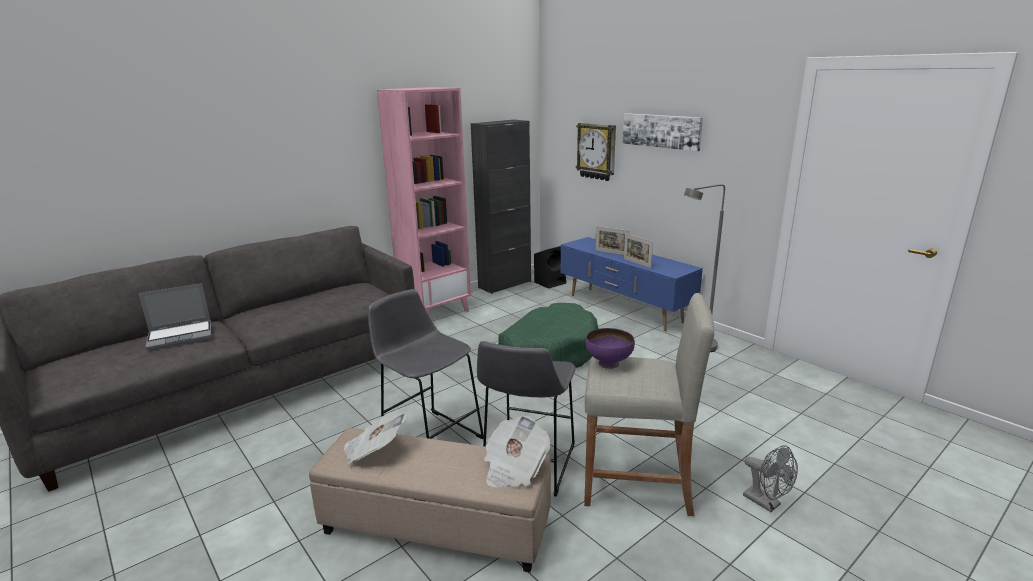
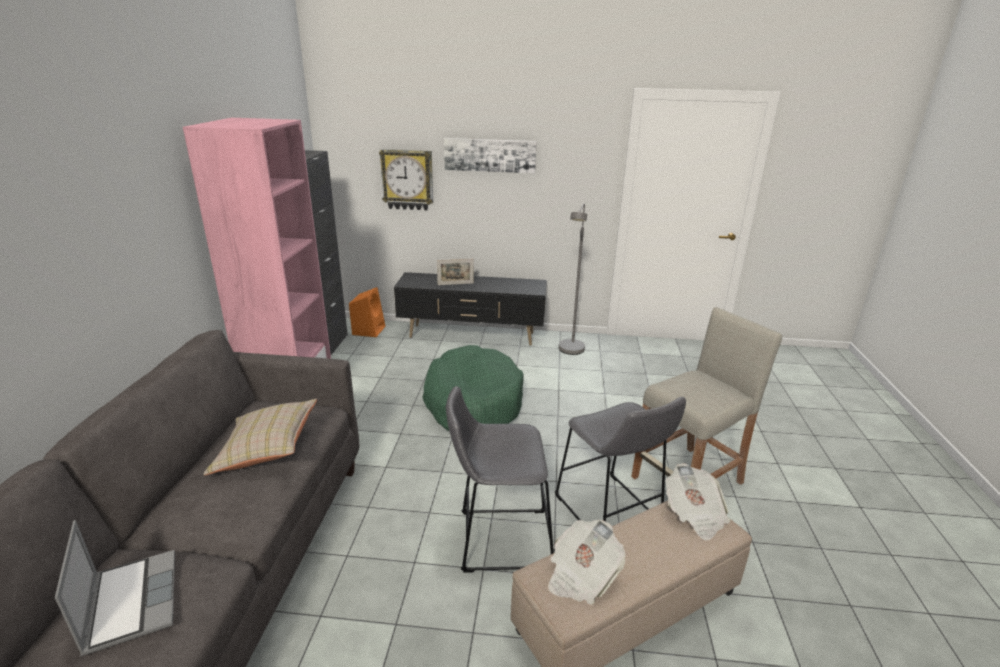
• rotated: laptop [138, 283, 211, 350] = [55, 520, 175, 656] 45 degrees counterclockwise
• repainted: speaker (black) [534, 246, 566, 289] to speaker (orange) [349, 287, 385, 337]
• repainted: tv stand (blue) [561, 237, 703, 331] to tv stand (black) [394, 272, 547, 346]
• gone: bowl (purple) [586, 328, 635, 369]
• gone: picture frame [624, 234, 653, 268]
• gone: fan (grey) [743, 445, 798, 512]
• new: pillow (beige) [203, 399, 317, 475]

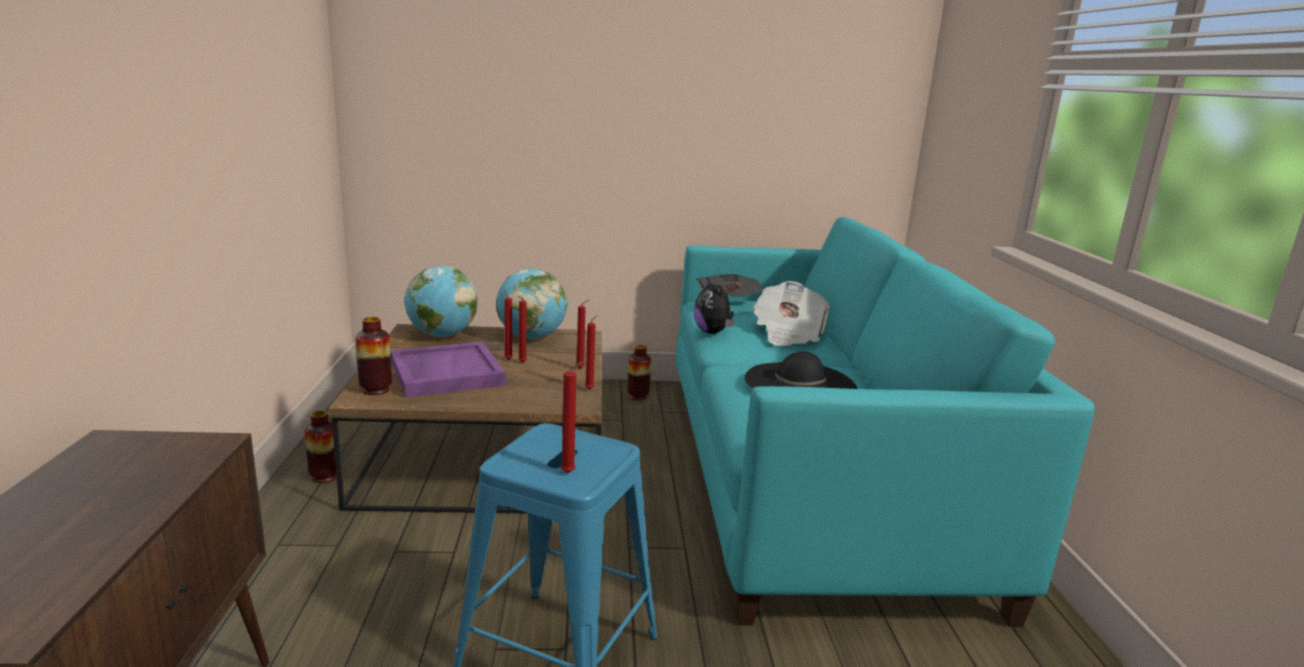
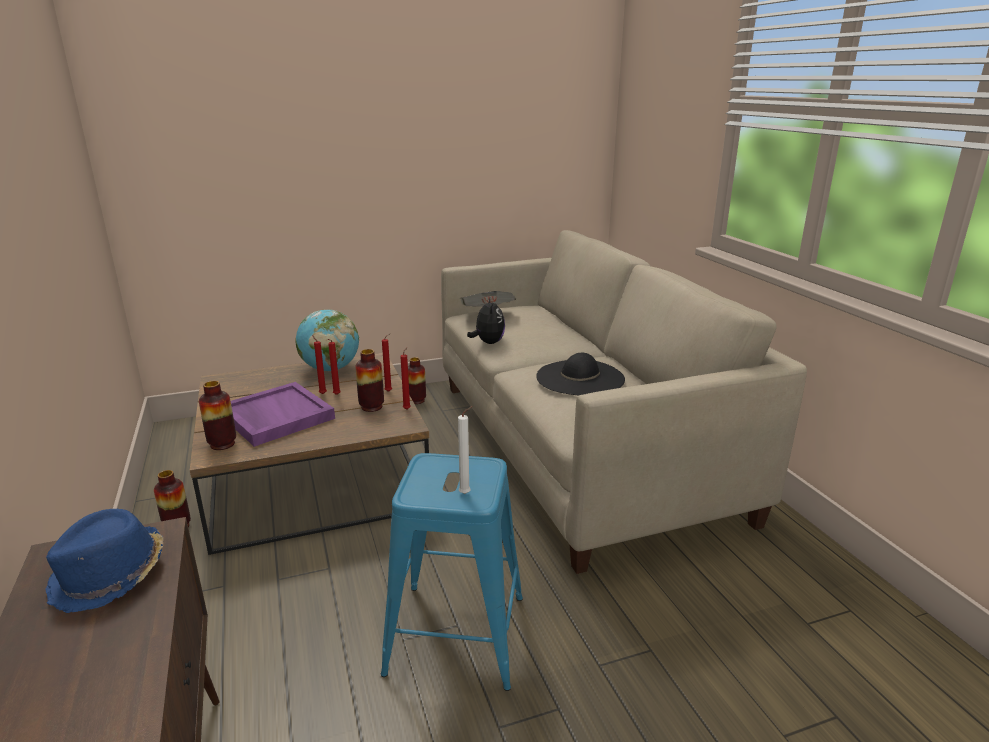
• gone: globe [405, 266, 478, 337]
• repainted: candle (red) [560, 362, 583, 473] to candle (white) [458, 406, 473, 494]
• repainted: sofa (turquoise) [675, 217, 1095, 627] to sofa (beige) [441, 230, 807, 574]
• rotated: plush toy [694, 277, 734, 334] = [467, 296, 505, 344] 150 degrees counterclockwise
• gone: newspaper [753, 281, 830, 346]
• new: hat (blue) [45, 509, 163, 613]
• new: vase [355, 349, 384, 412]

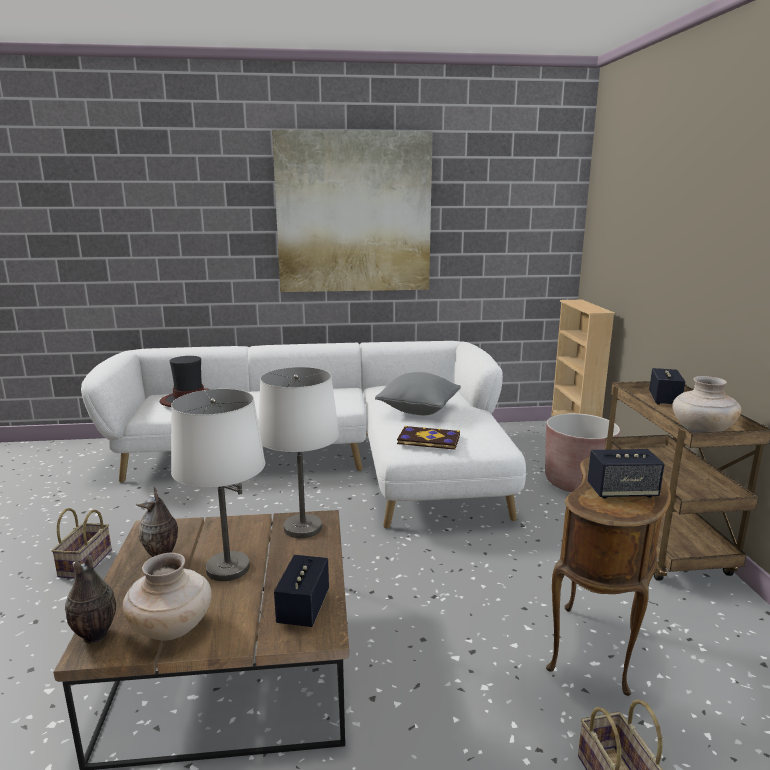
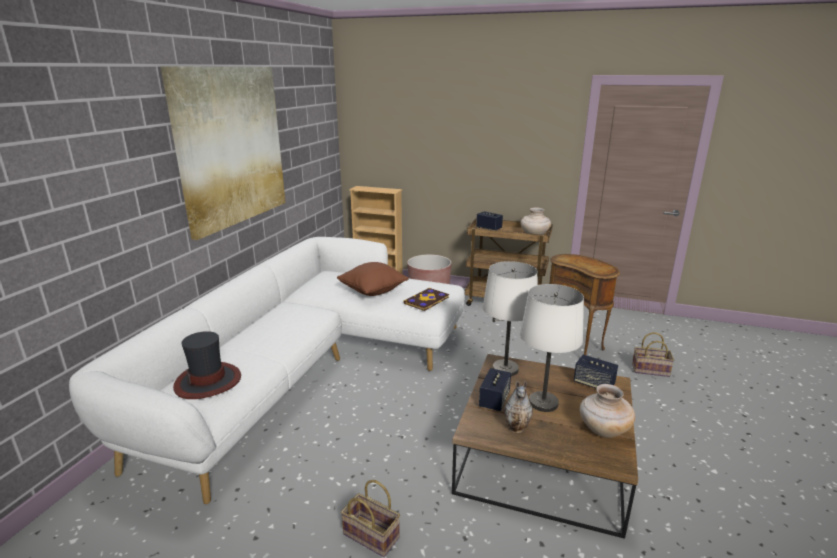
• gone: vase [65, 555, 116, 644]
• repainted: pillow (grey) [375, 372, 461, 415] to pillow (brown) [337, 262, 408, 296]
• shifted: speaker [587, 449, 664, 499] to [479, 368, 511, 411]

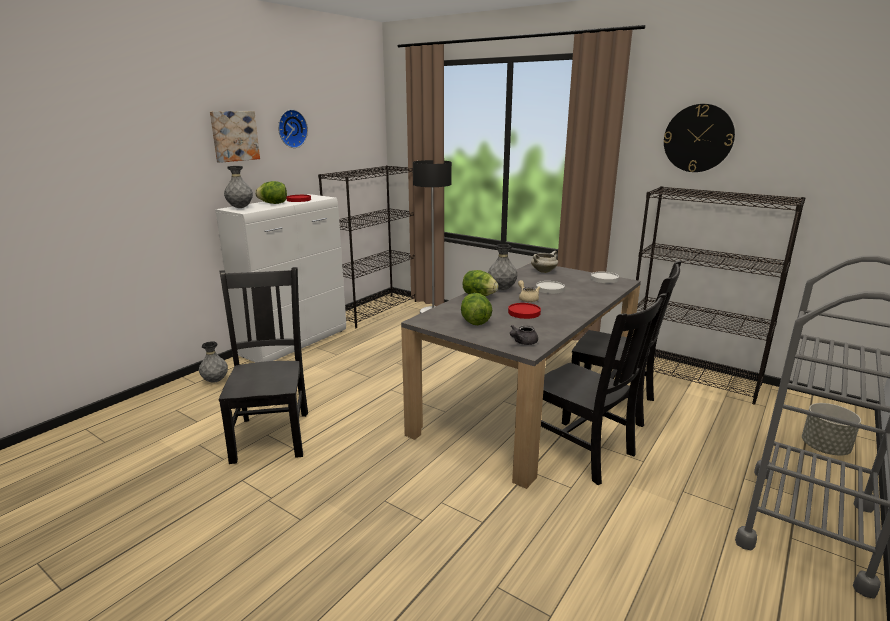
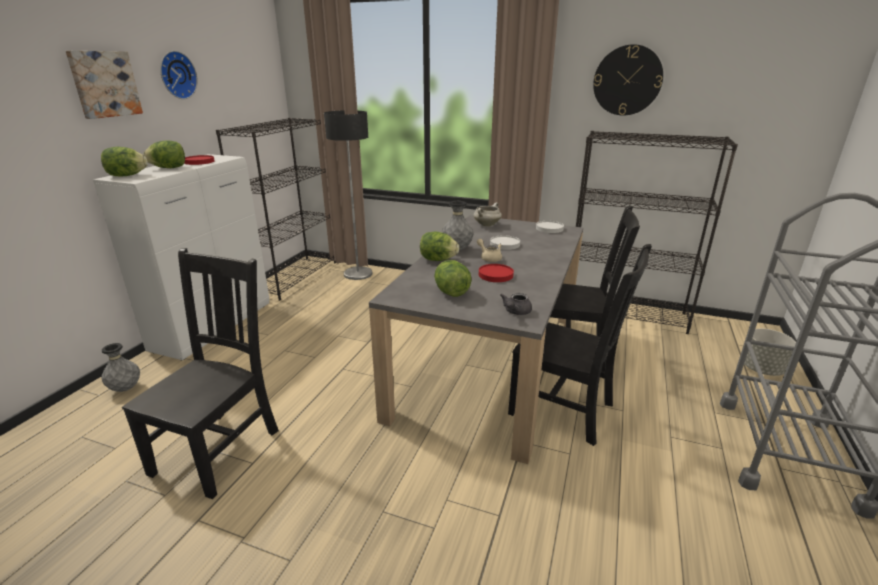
• rotated: chair (black) [219, 267, 308, 464] = [122, 248, 279, 499] 45 degrees clockwise
• swapped: vase (grey) [224, 166, 253, 208] to lettuce [101, 147, 148, 177]

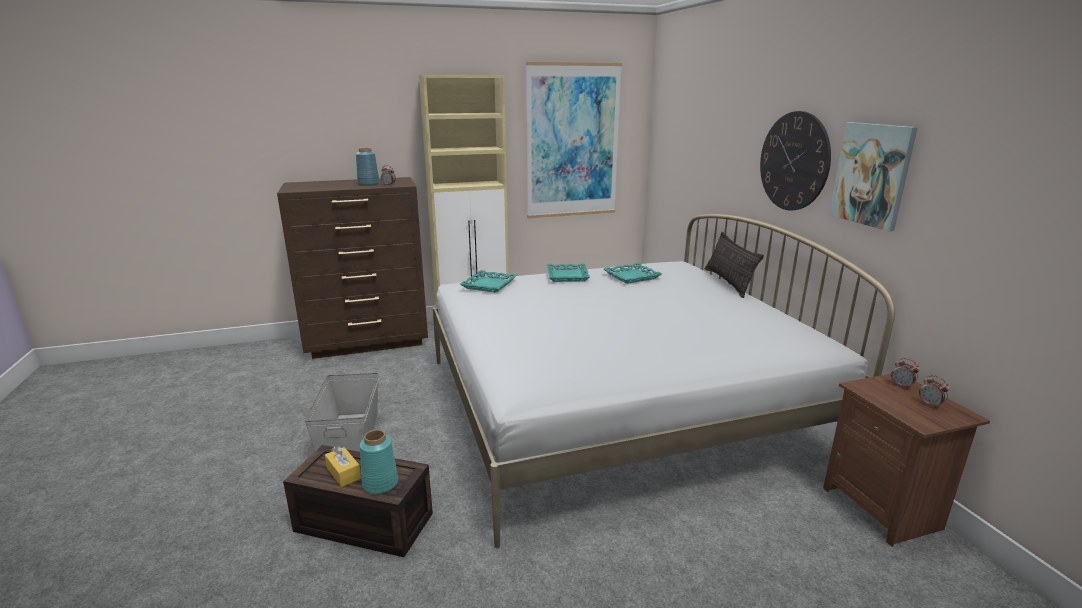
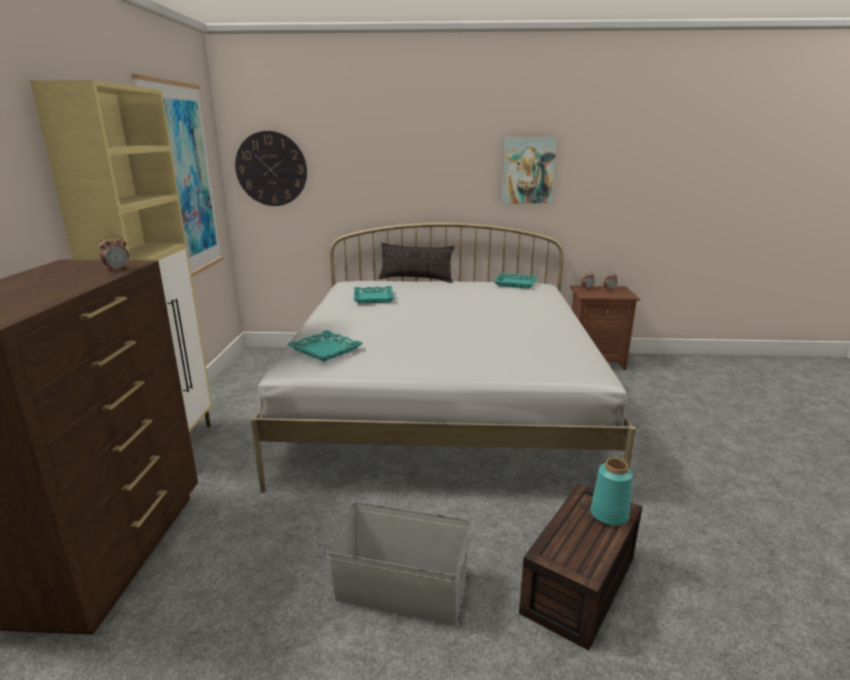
• gone: tissue box (yellow) [325, 446, 361, 487]
• gone: vase (blue) [356, 148, 380, 186]
• shifted: tray (turquoise) [547, 263, 590, 282] to [494, 273, 538, 288]
• shifted: wall clock [760, 111, 831, 210] to [235, 131, 307, 206]

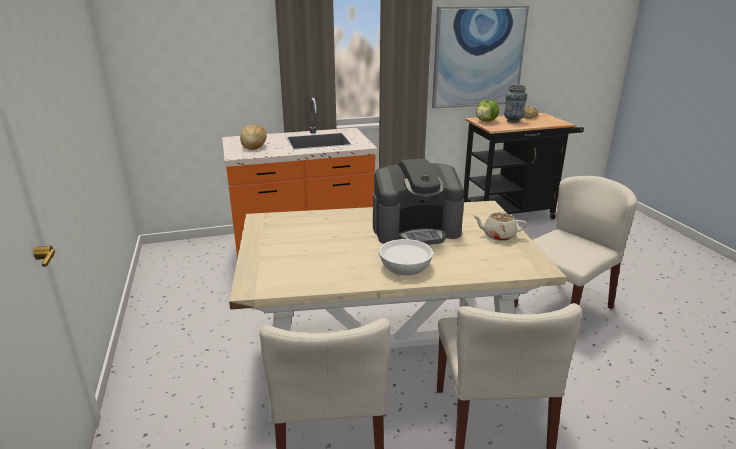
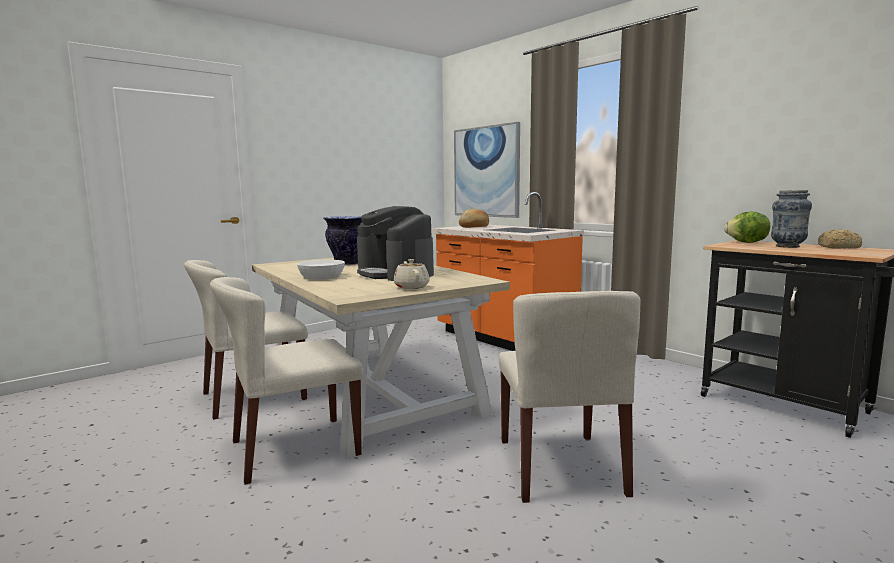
• shifted: picture [432, 6, 529, 109] to [454, 122, 520, 218]
• rotated: chair (beige) [514, 176, 637, 309] = [498, 291, 640, 503] 60 degrees clockwise
• new: vase [323, 216, 362, 265]

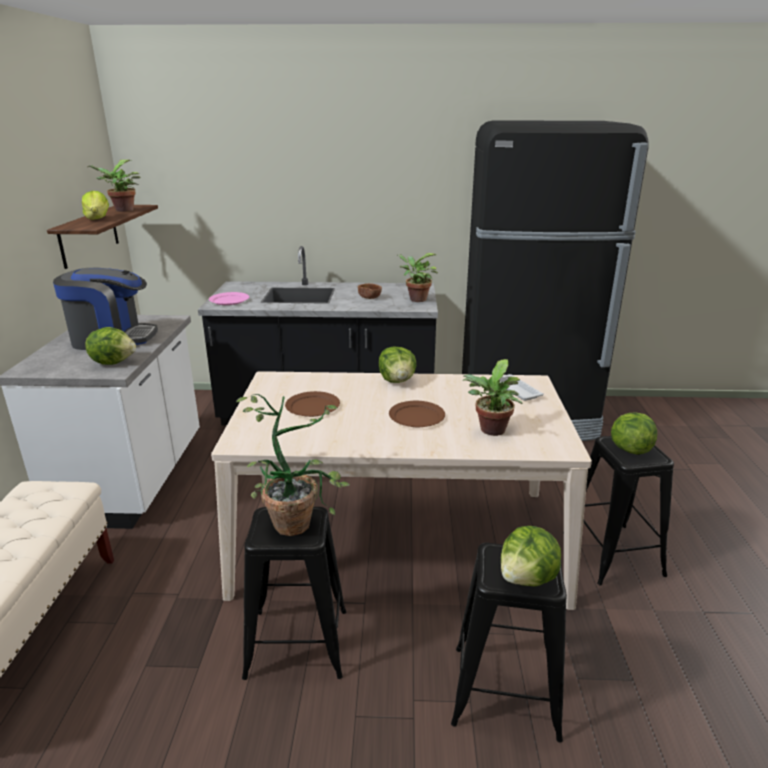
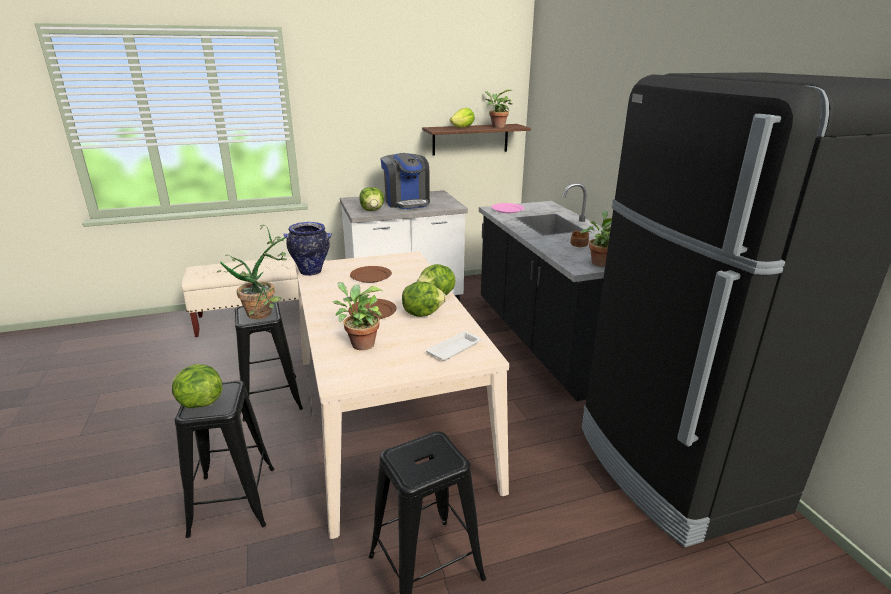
• shifted: lettuce [611, 412, 657, 454] to [402, 281, 446, 317]
• new: vase [283, 222, 332, 276]

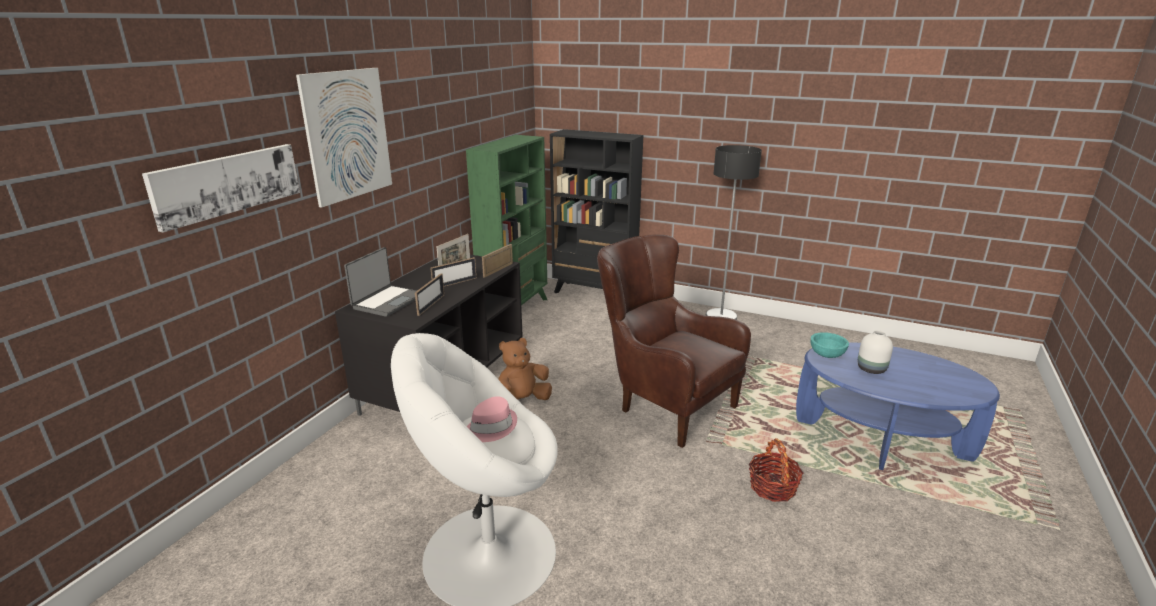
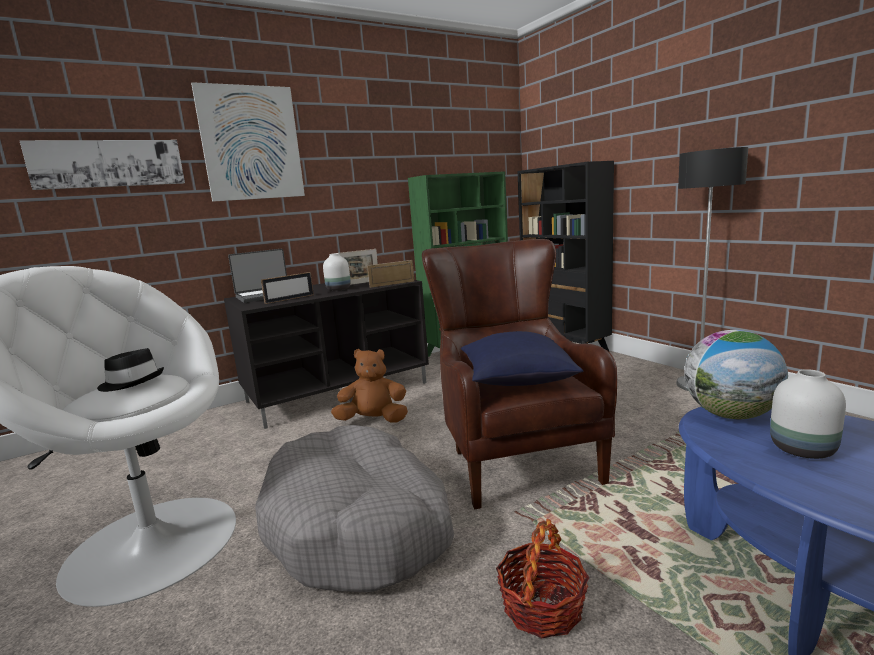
• swapped: picture frame [430, 257, 477, 287] to vase (white) [323, 253, 350, 291]
• repainted: hat (pink) [467, 396, 517, 442] to hat (black) [97, 348, 164, 392]
• swapped: bowl (turquoise) [811, 332, 849, 358] to globe [684, 330, 788, 419]
• new: dog bed (grey) [255, 425, 454, 592]
• new: pillow (blue) [461, 331, 583, 386]

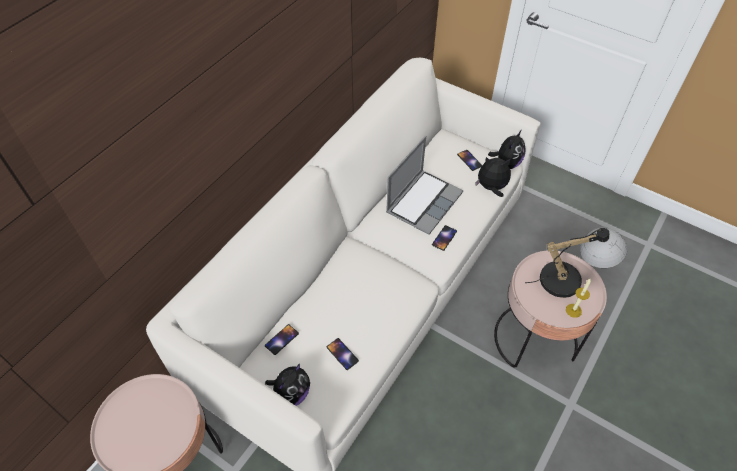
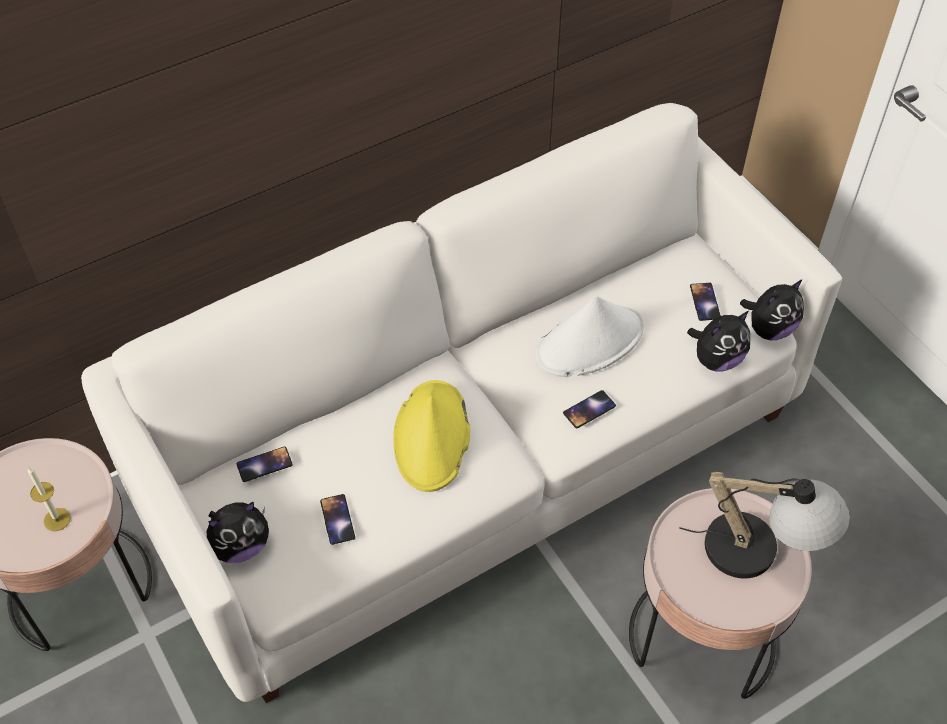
• swapped: laptop [386, 136, 463, 235] to hat (white) [535, 296, 644, 377]
• rotated: plush toy [476, 157, 511, 197] = [687, 311, 751, 372] 120 degrees clockwise
• shifted: candle [566, 278, 591, 318] to [28, 467, 71, 531]
• new: hat (yellow) [393, 380, 470, 492]

